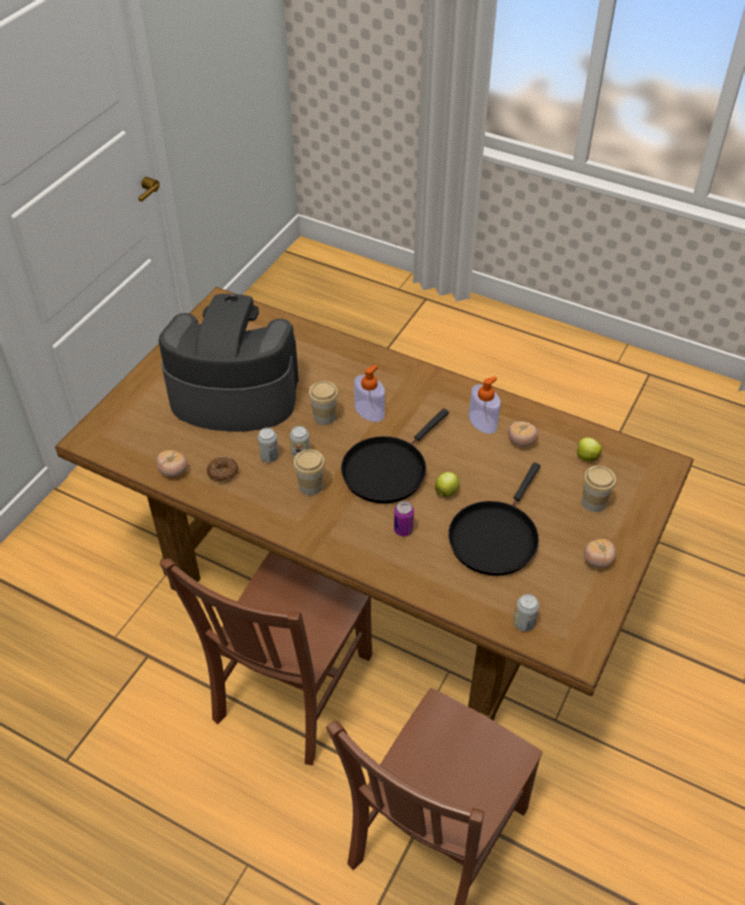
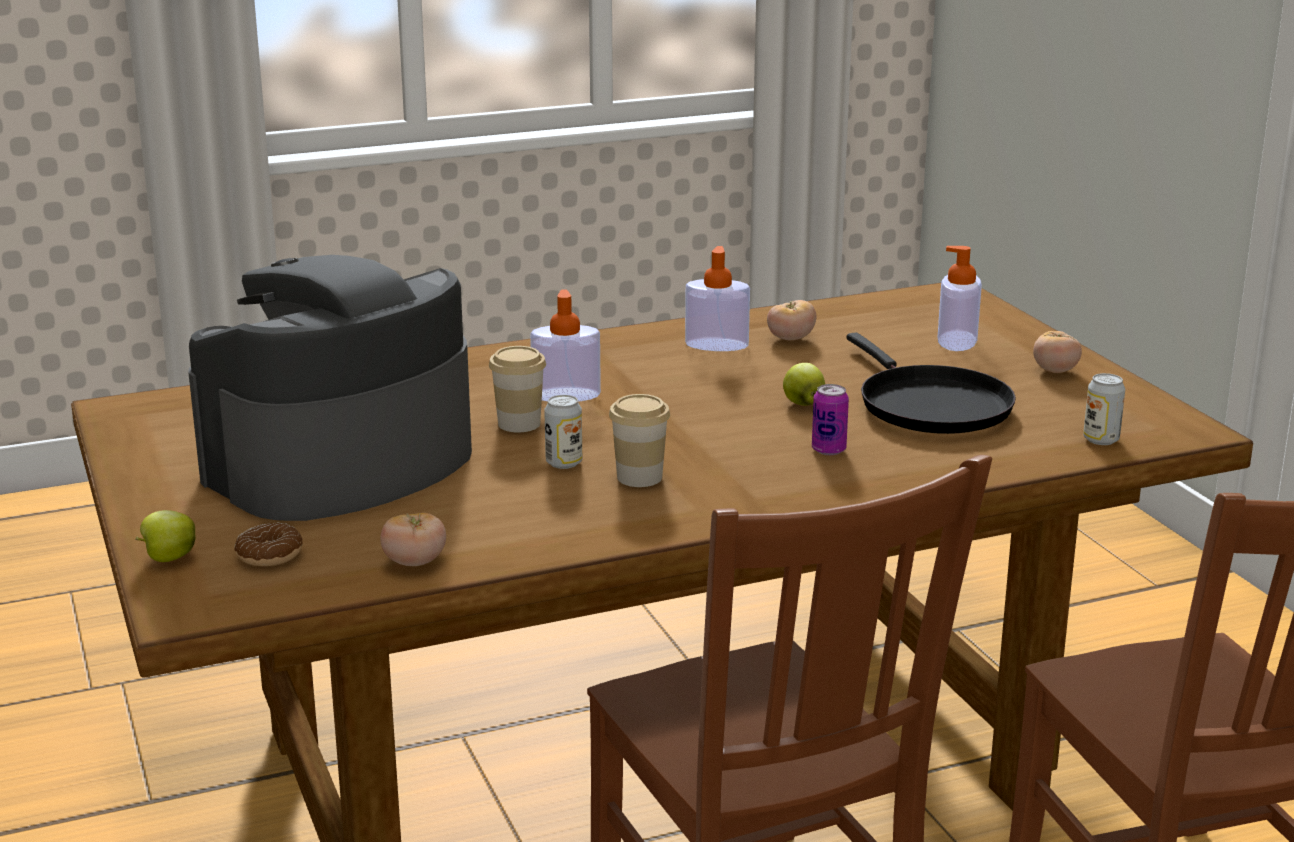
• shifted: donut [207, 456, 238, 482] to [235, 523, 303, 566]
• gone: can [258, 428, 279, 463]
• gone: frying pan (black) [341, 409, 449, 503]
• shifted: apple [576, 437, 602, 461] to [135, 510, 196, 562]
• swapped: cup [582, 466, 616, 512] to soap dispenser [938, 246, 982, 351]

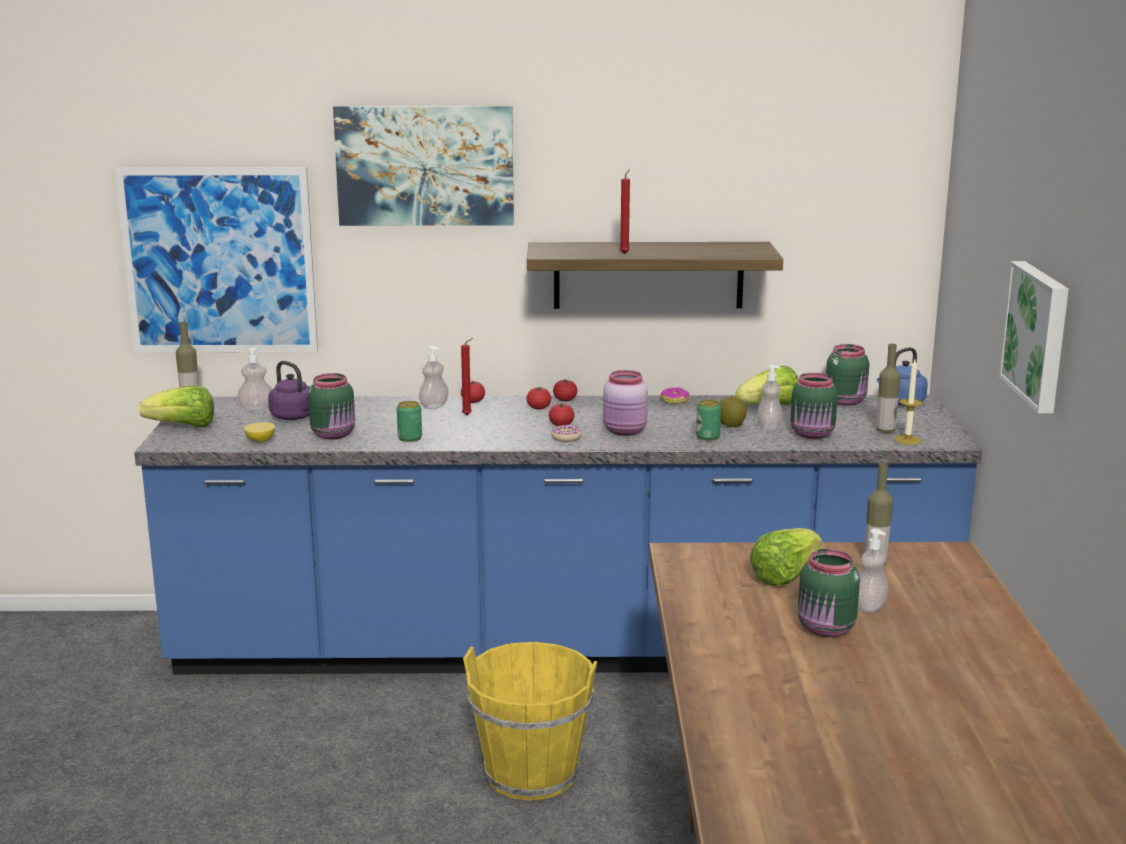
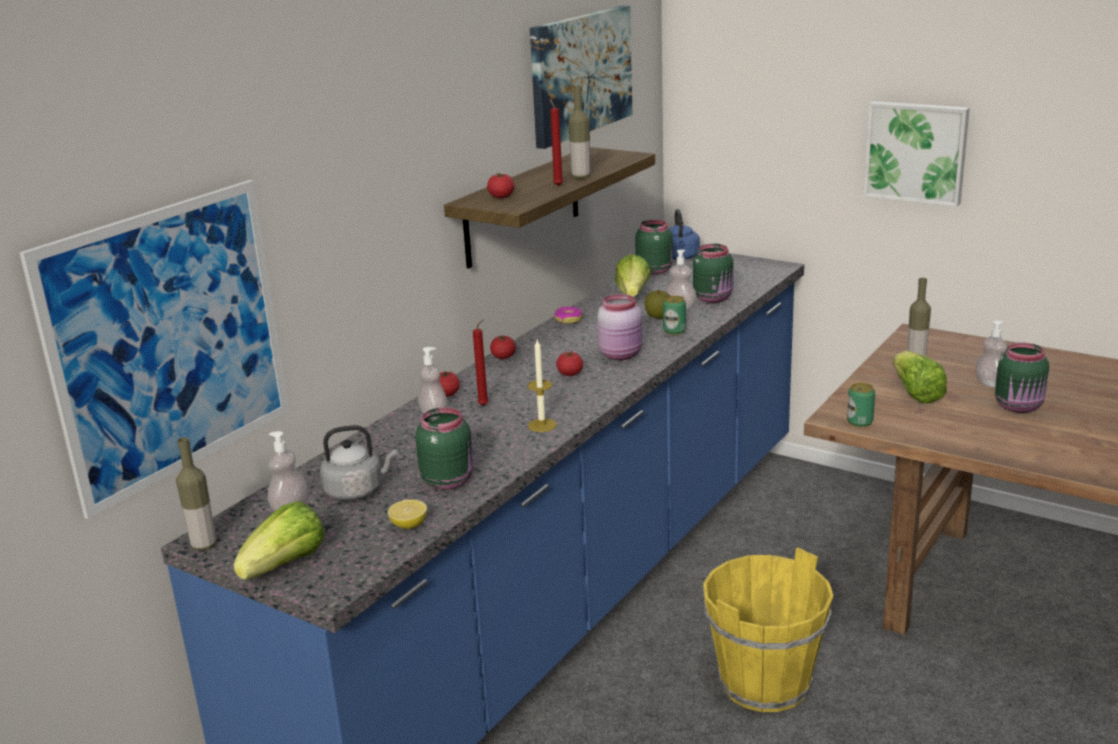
• repainted: kettle (purple) [268, 361, 310, 420] to kettle (grey) [320, 425, 397, 500]
• shifted: picture [333, 106, 514, 226] to [530, 6, 632, 149]
• shifted: can [397, 401, 422, 442] to [847, 383, 875, 427]
• shifted: tomato [526, 387, 551, 410] to [487, 173, 515, 198]
• gone: donut [551, 425, 582, 442]
• shifted: bottle [876, 344, 901, 433] to [568, 86, 590, 179]
• shifted: candle [894, 360, 923, 445] to [527, 340, 557, 432]

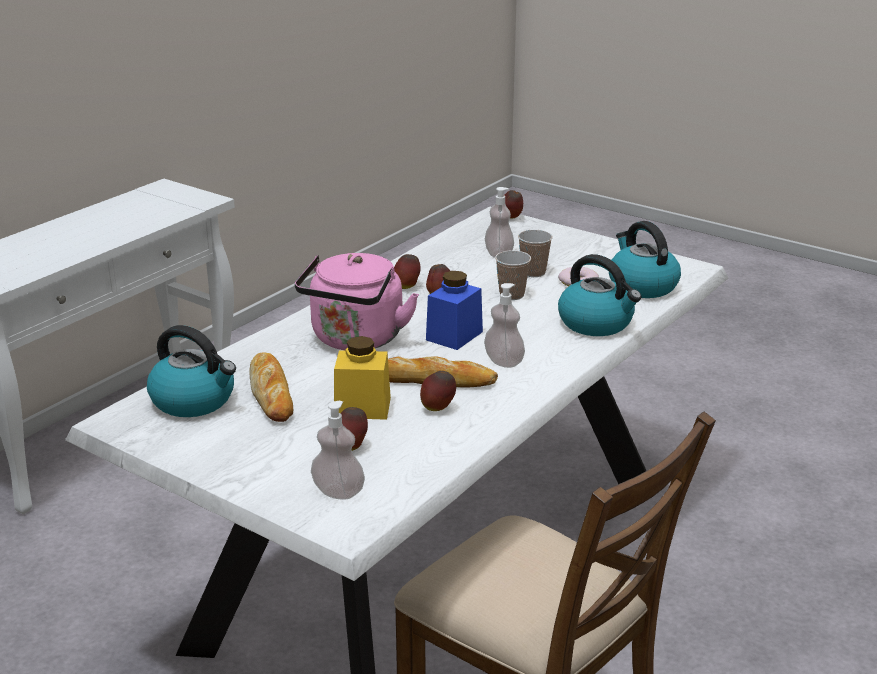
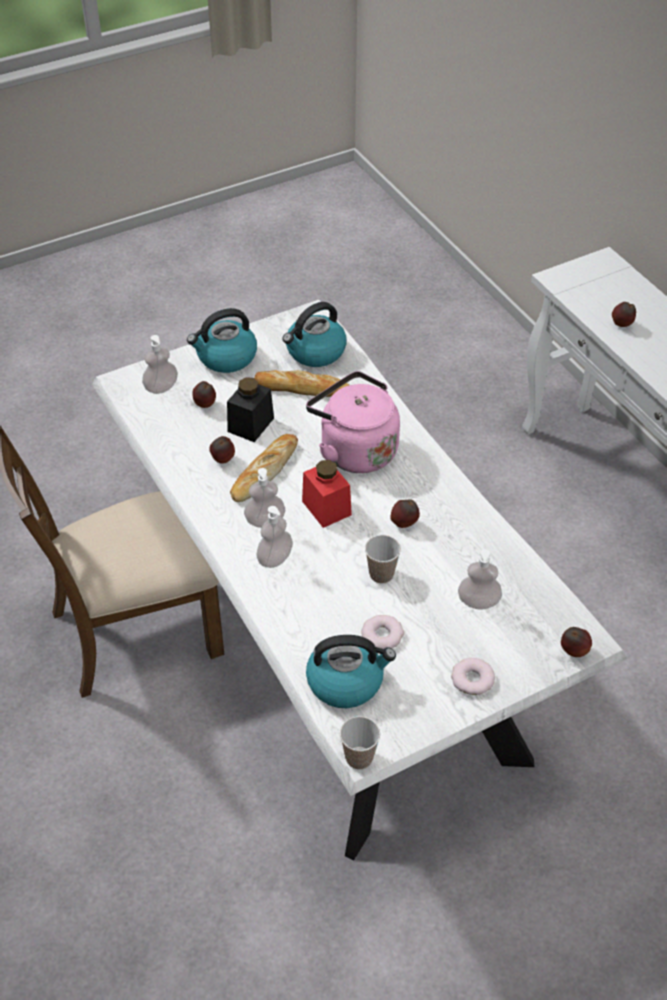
• repainted: jar (yellow) [334, 336, 391, 420] to jar (black) [227, 377, 274, 442]
• shifted: apple [394, 254, 420, 289] to [612, 302, 636, 327]
• repainted: jar (blue) [426, 271, 483, 350] to jar (red) [302, 460, 352, 528]
• shifted: cup [518, 230, 553, 277] to [340, 716, 380, 769]
• shifted: kettle [558, 254, 642, 336] to [187, 308, 257, 373]
• new: soap dispenser [256, 506, 293, 568]
• new: donut [451, 658, 495, 695]

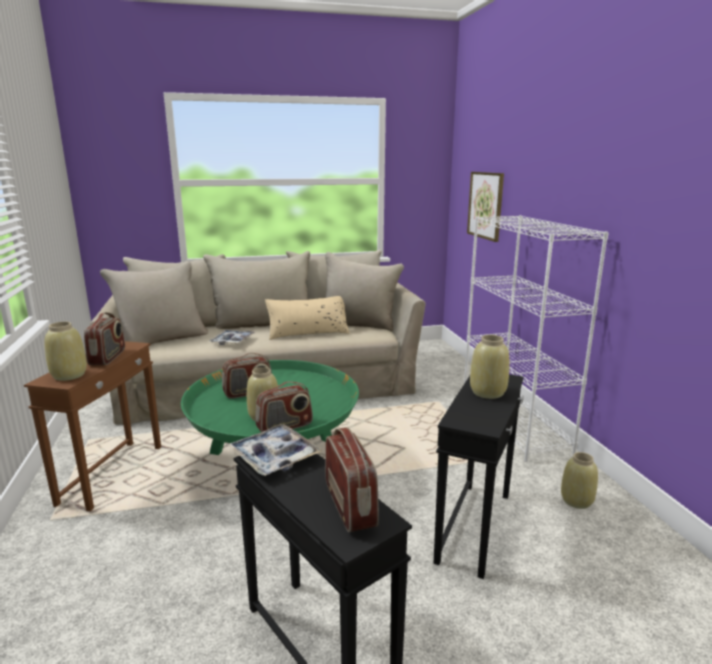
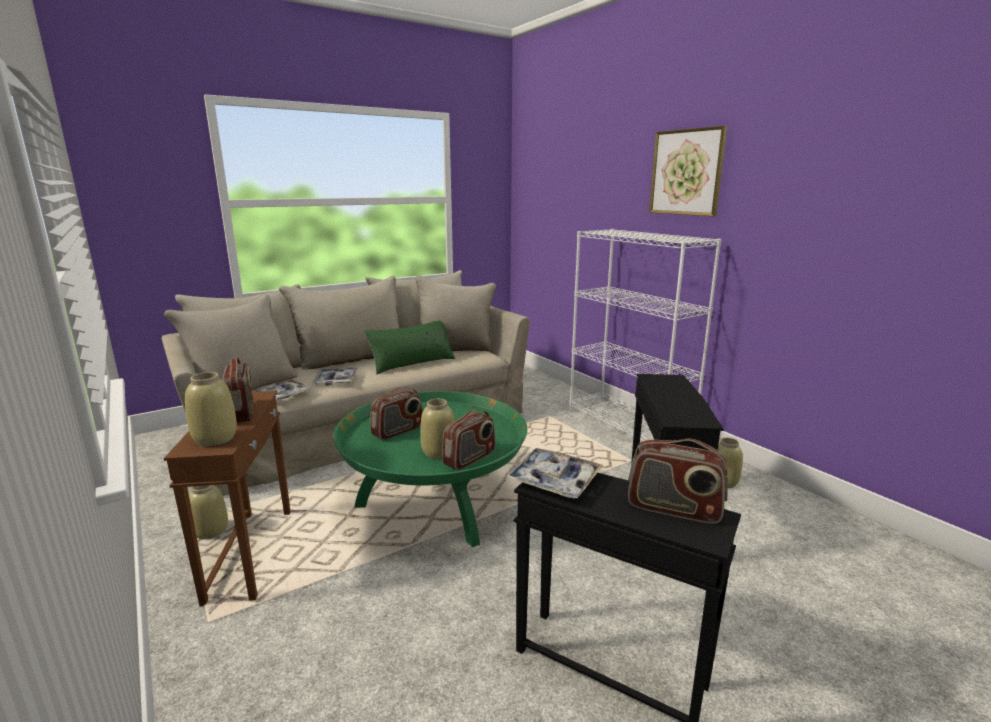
• repainted: pillow (beige) [265, 296, 349, 340] to pillow (green) [364, 320, 455, 375]
• rotated: radio [325, 427, 379, 532] = [628, 438, 728, 524] 150 degrees clockwise
• shifted: picture [467, 172, 504, 242] to [649, 125, 727, 216]
• shifted: vase (beige) [470, 335, 509, 399] to [189, 485, 228, 539]
• new: tray [253, 379, 312, 399]

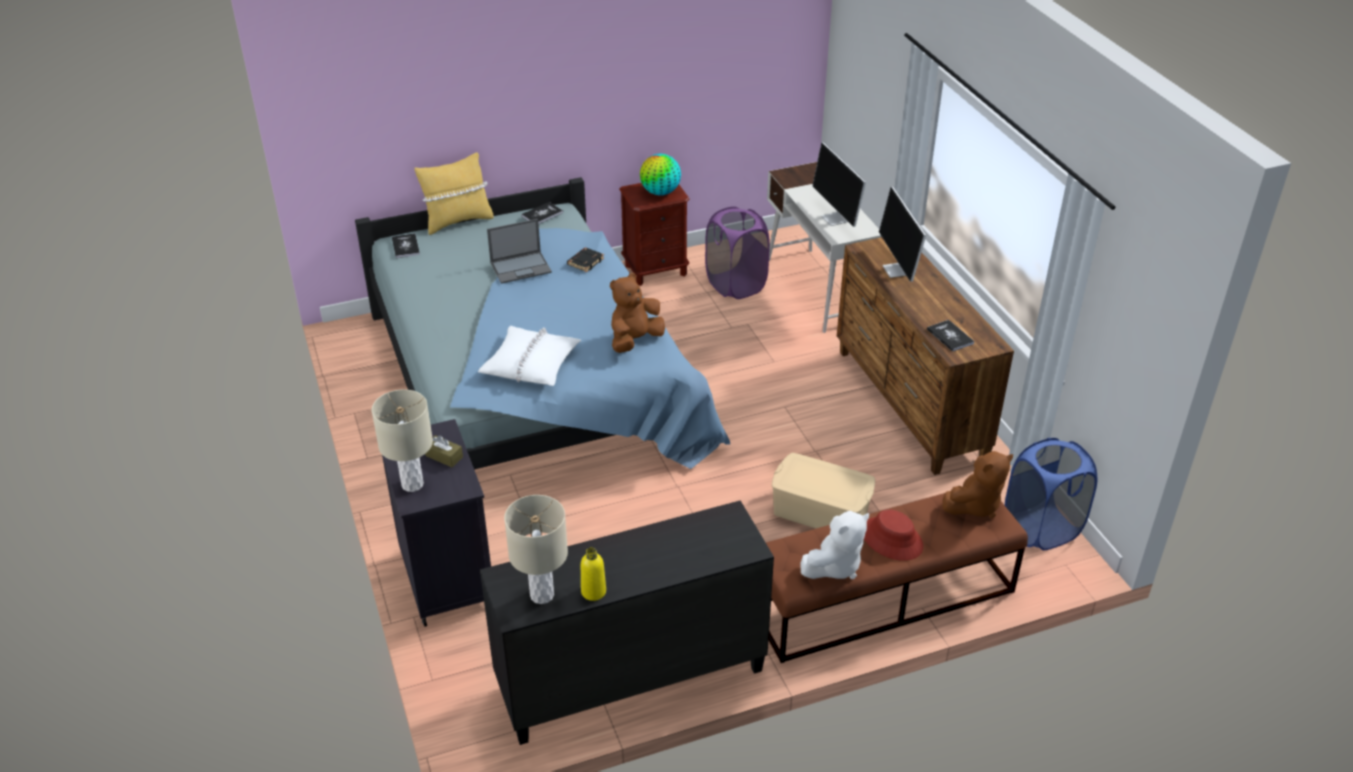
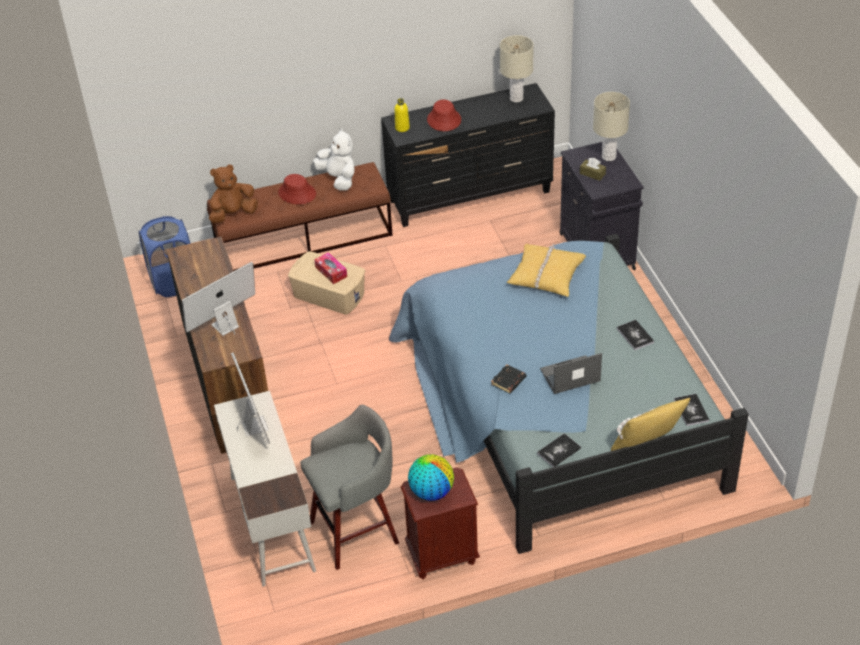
• repainted: pillow (white) [478, 326, 581, 386] to pillow (yellow) [507, 244, 586, 297]
• shifted: bottle (yellow) [581, 547, 606, 601] to [395, 98, 410, 132]
• gone: plush toy (brown) [610, 273, 665, 353]
• swapped: laundry basket (purple) [705, 207, 770, 299] to stool (grey) [300, 405, 399, 570]
• rotated: plush toy (white) [800, 511, 869, 579] = [313, 128, 355, 190] 90 degrees clockwise
• rotated: monitor [879, 187, 926, 282] = [182, 262, 255, 336] 120 degrees counterclockwise
• shifted: book [927, 320, 975, 352] to [617, 320, 654, 350]
• new: tissue box [314, 252, 347, 284]
• new: hat (red) [427, 100, 461, 131]

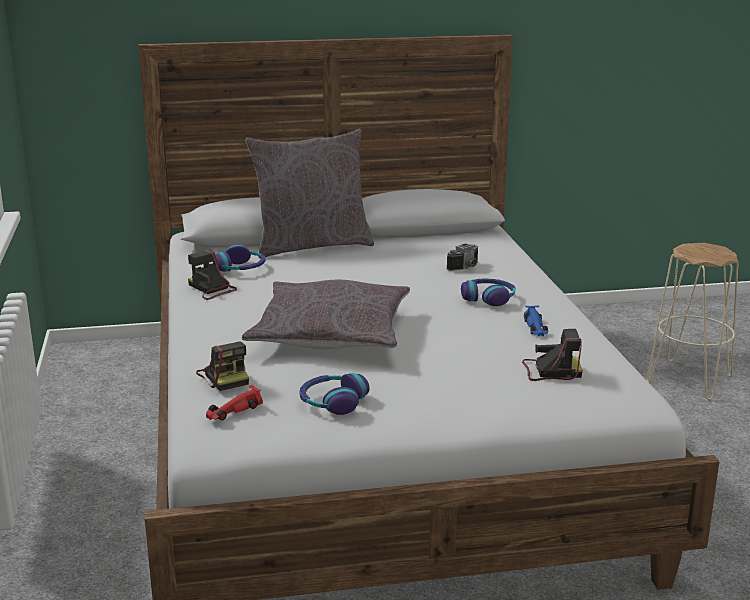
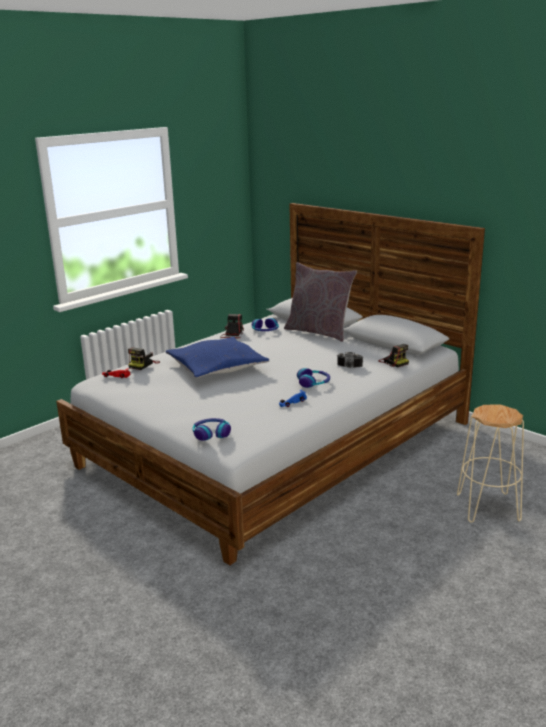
• repainted: pillow (grey) [242, 280, 410, 349] to pillow (blue) [166, 337, 269, 378]
• shifted: headphones [300, 373, 370, 415] to [192, 418, 231, 441]
• shifted: photo camera [522, 329, 583, 381] to [379, 344, 409, 367]

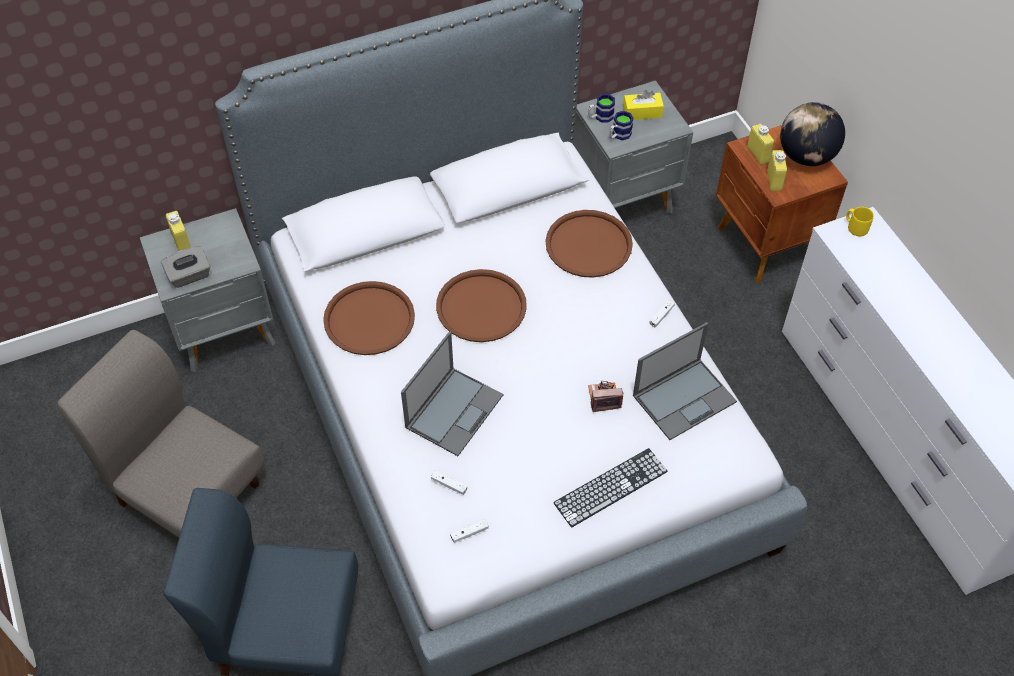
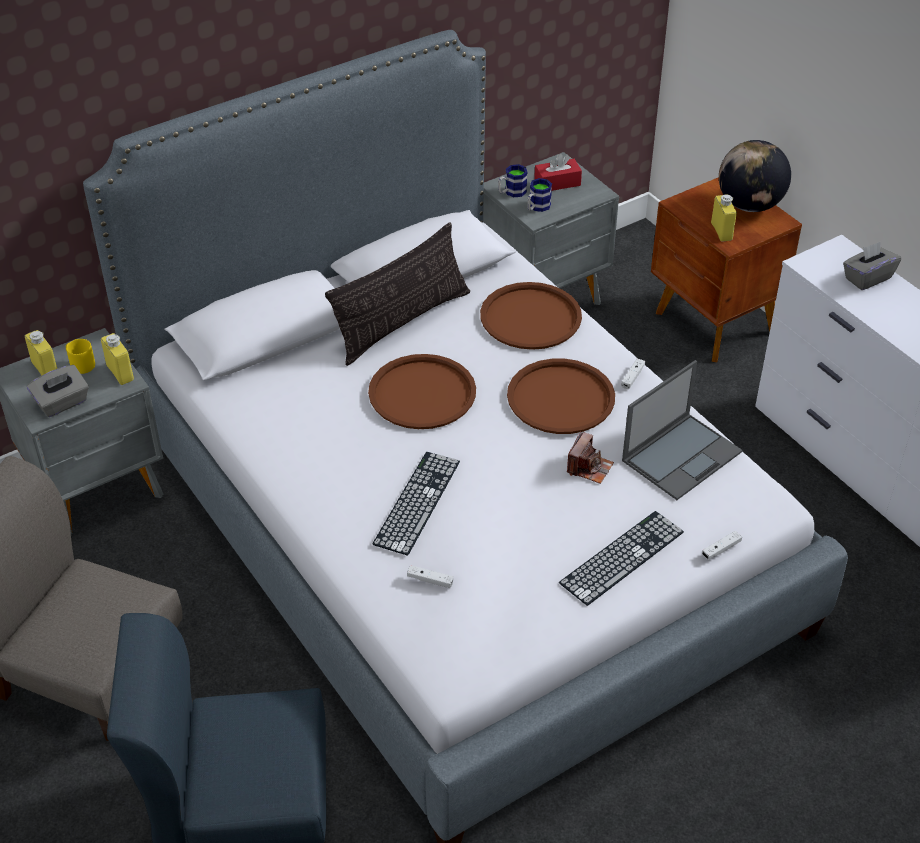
• shifted: tray (brown) [323, 281, 415, 355] to [507, 359, 615, 434]
• swapped: laptop [401, 331, 503, 456] to keyboard [372, 452, 460, 556]
• shifted: game controller (white) [450, 519, 489, 543] to [702, 531, 742, 560]
• rotated: photo camera [588, 381, 623, 412] = [567, 432, 614, 484] 135 degrees clockwise
• repainted: tissue box (yellow) [623, 90, 664, 120] to tissue box (red) [534, 154, 582, 191]
• shifted: bottle (yellow) [747, 124, 774, 165] to [101, 333, 134, 385]
• shifted: mug (yellow) [846, 207, 874, 236] to [66, 339, 95, 374]
• new: pillow [325, 222, 470, 366]
• new: tissue box (grey) [843, 241, 901, 290]

